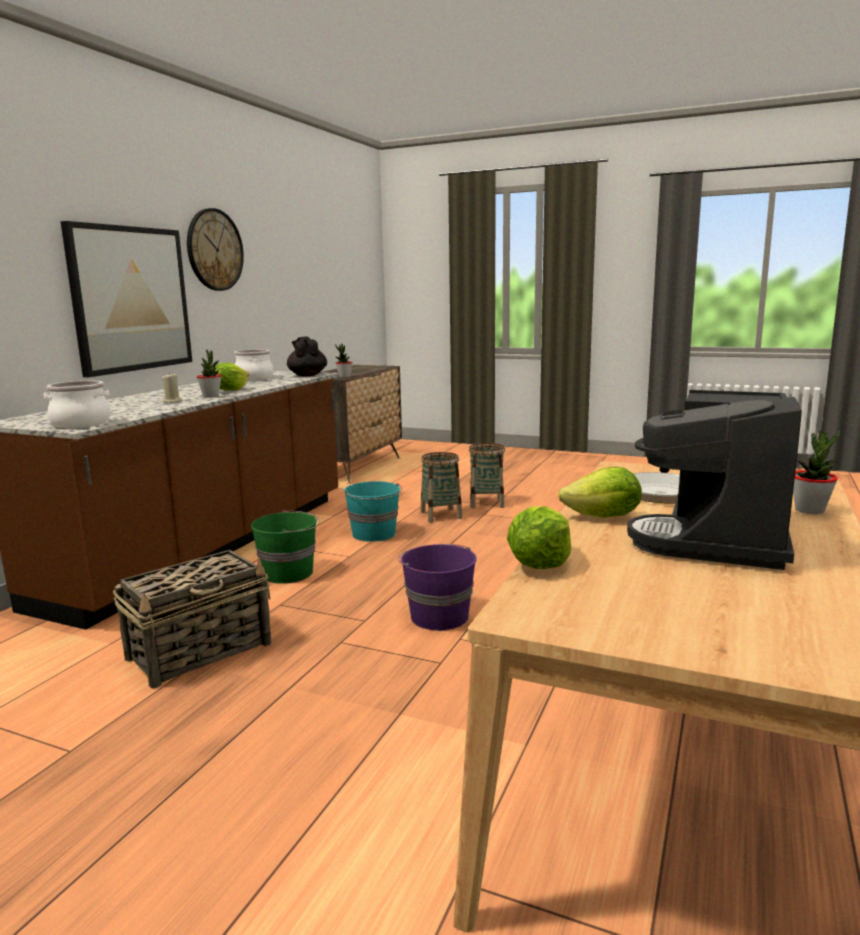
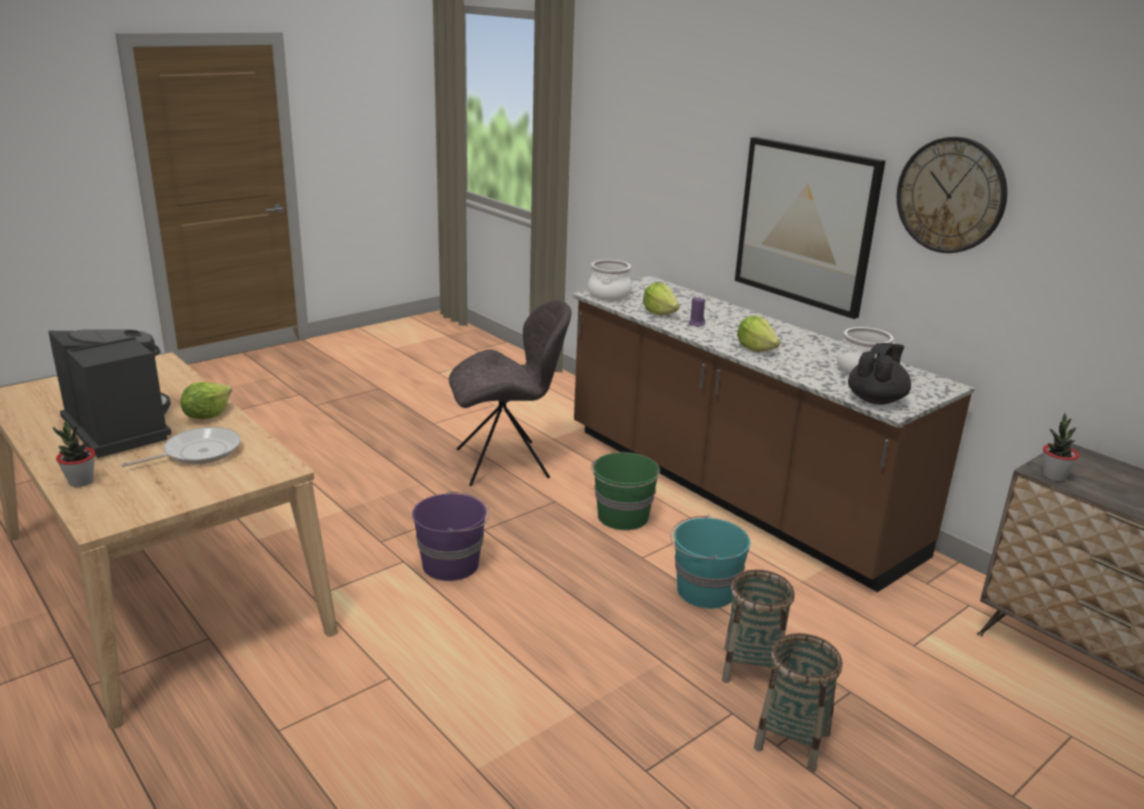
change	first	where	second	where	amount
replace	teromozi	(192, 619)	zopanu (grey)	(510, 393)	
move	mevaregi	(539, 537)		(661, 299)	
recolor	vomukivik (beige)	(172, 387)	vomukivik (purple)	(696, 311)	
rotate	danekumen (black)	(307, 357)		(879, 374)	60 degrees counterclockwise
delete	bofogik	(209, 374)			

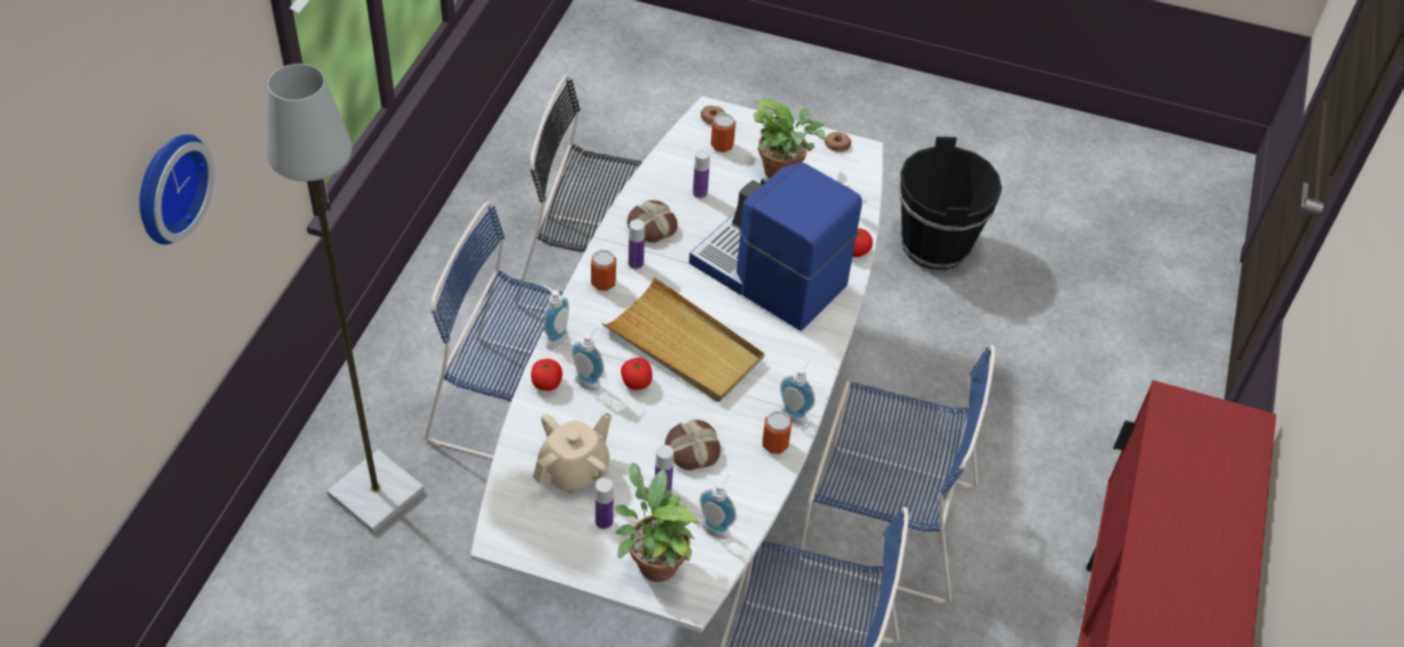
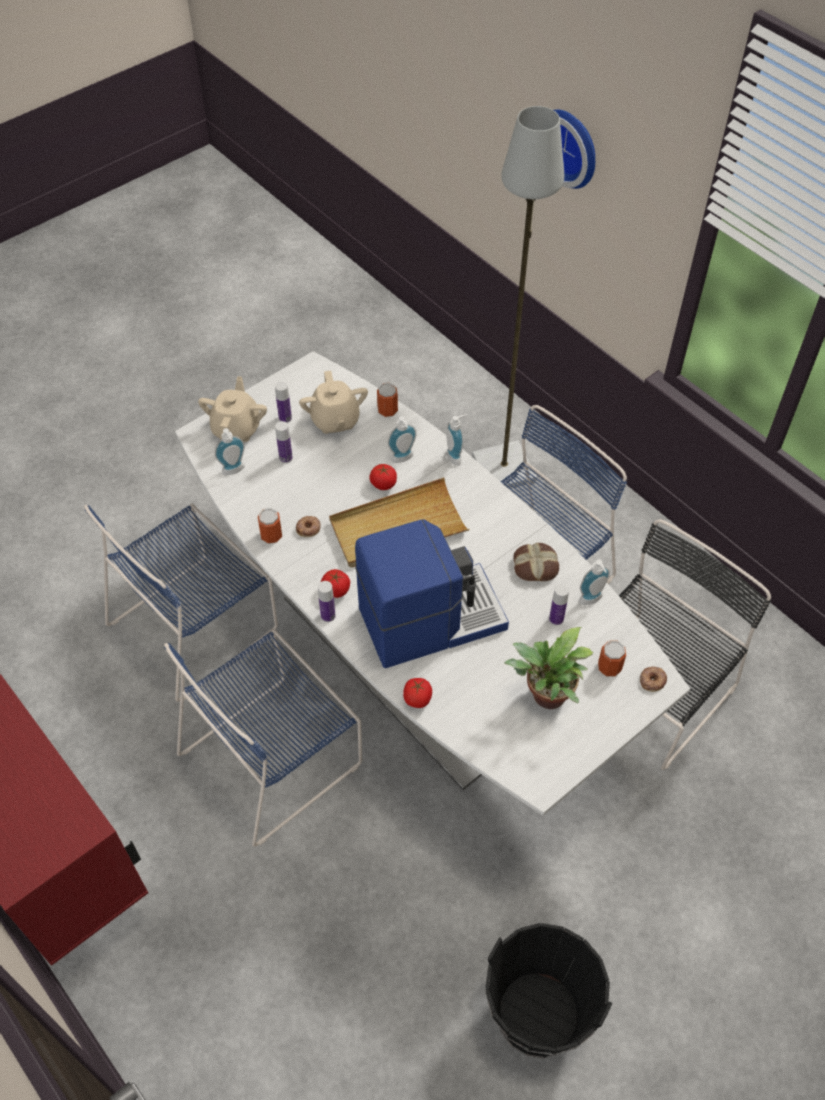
change	first	where	second	where	amount
replace	bofogik	(657, 522)	danekumen (beige)	(232, 409)	
move	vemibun	(837, 142)		(308, 526)	
move	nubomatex	(636, 244)		(326, 601)	
move	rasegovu	(546, 375)		(335, 583)	
move	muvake	(603, 270)		(387, 400)	
move	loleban	(797, 392)		(594, 582)	
delete	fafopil	(692, 445)			

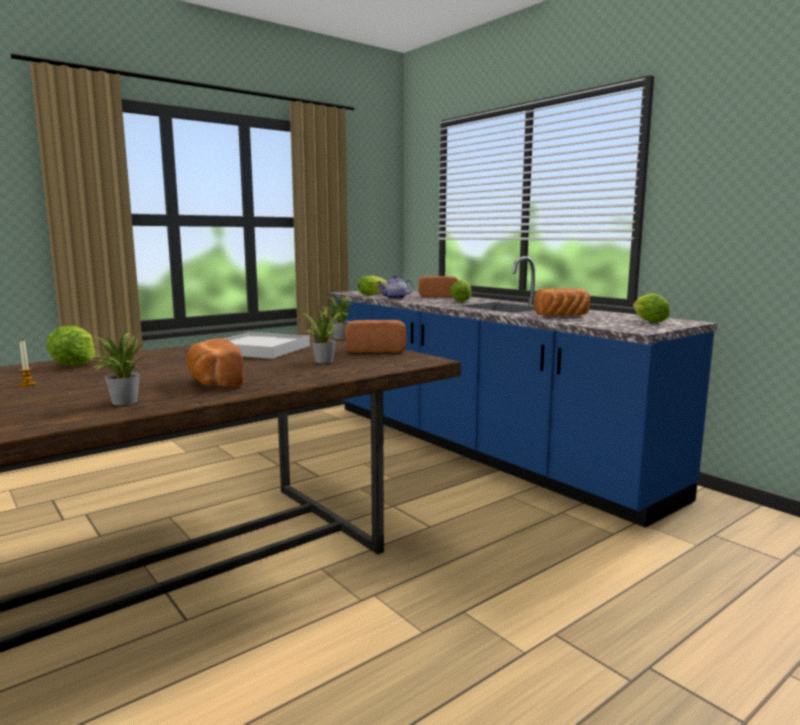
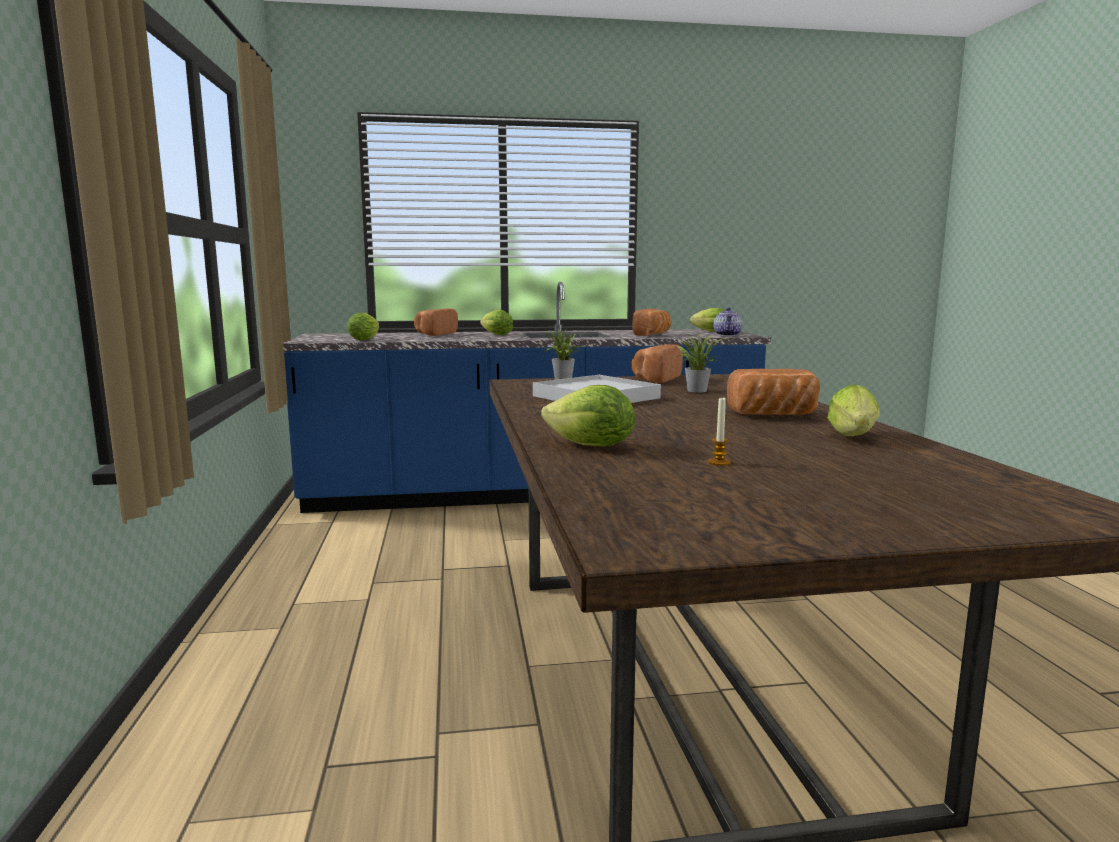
change	first	where	second	where	amount
move	danekumen	(395, 287)		(728, 321)	
replace	bofogik	(116, 369)	mevaregi	(853, 410)	

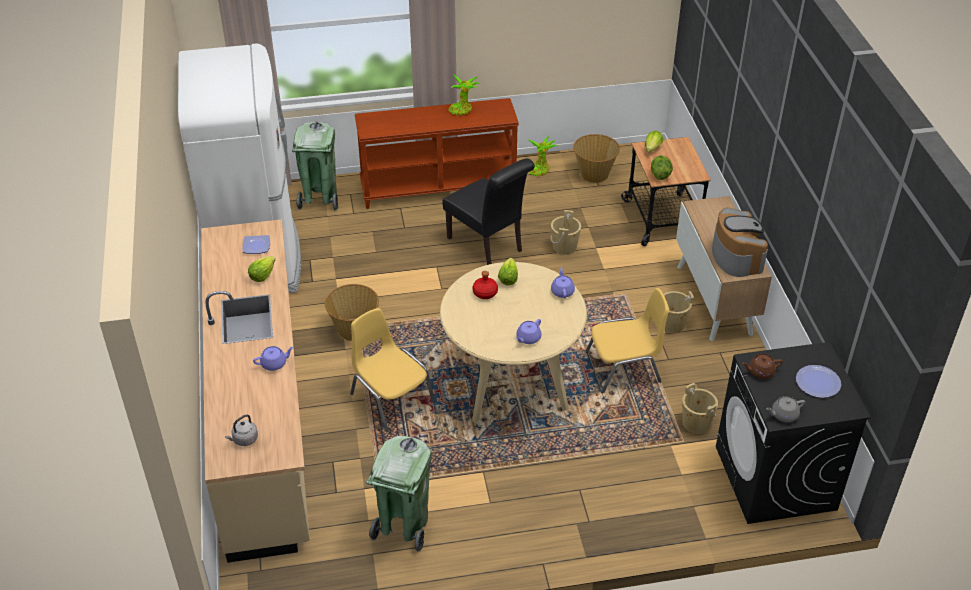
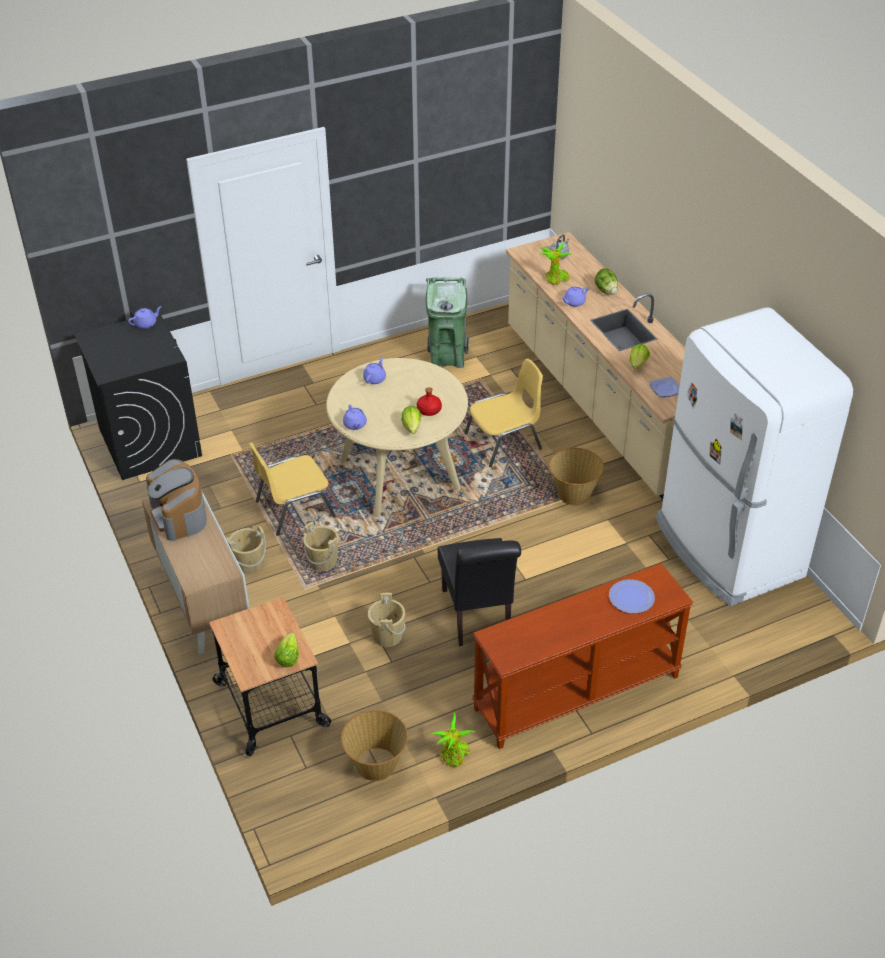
change	first	where	second	where	amount
recolor	danekumen (grey)	(786, 409)	danekumen (purple)	(144, 317)	
move	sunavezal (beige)	(700, 408)		(321, 546)	
rotate	zopanu (black)	(488, 211)		(479, 592)	135 degrees counterclockwise
rotate	zopanu (yellow)	(392, 369)		(503, 413)	60 degrees counterclockwise
move	bofogik	(464, 95)		(555, 263)	
move	mevaregi	(662, 167)		(606, 281)	
move	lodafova	(818, 381)		(632, 596)	
delete	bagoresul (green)	(315, 166)			
delete	danekumen (brown)	(762, 366)			

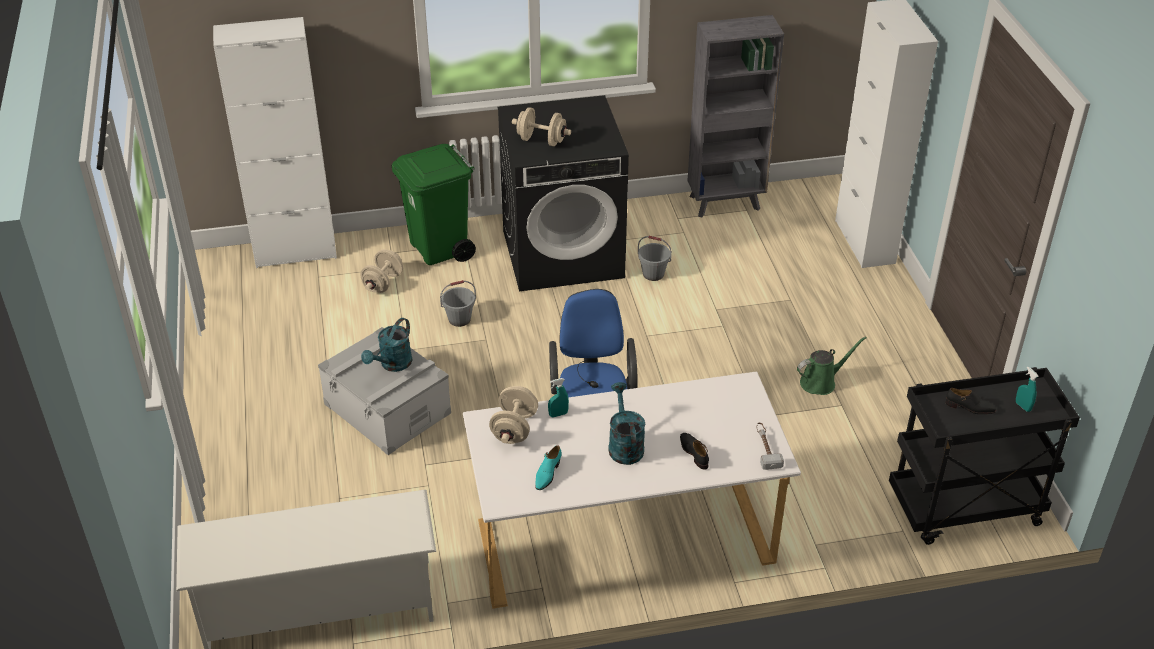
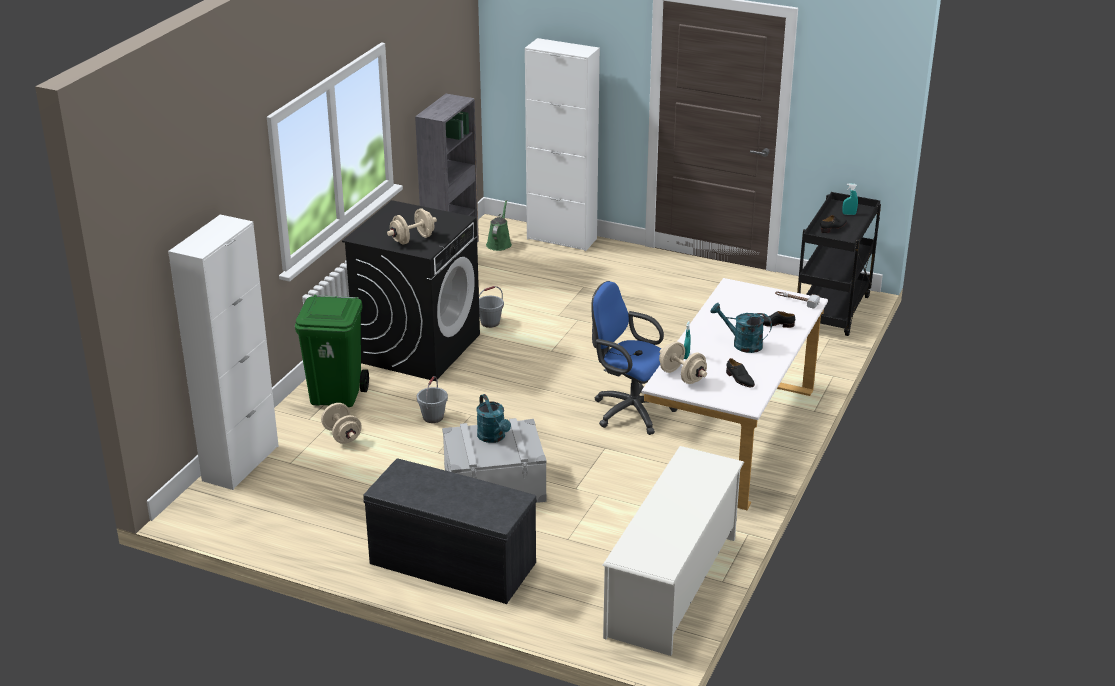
change	first	where	second	where	amount
insert			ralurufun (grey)	(450, 531)	
move	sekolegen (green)	(831, 365)		(499, 225)	
recolor	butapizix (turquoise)	(548, 467)	butapizix (black)	(740, 372)	

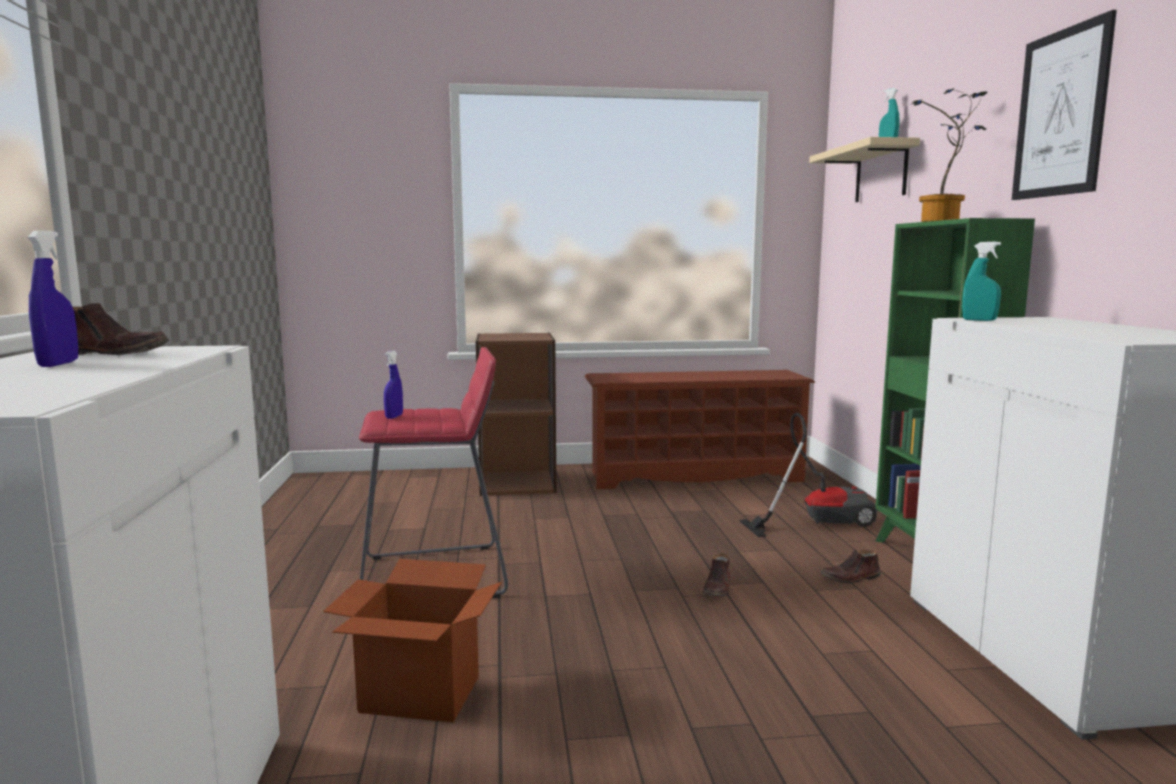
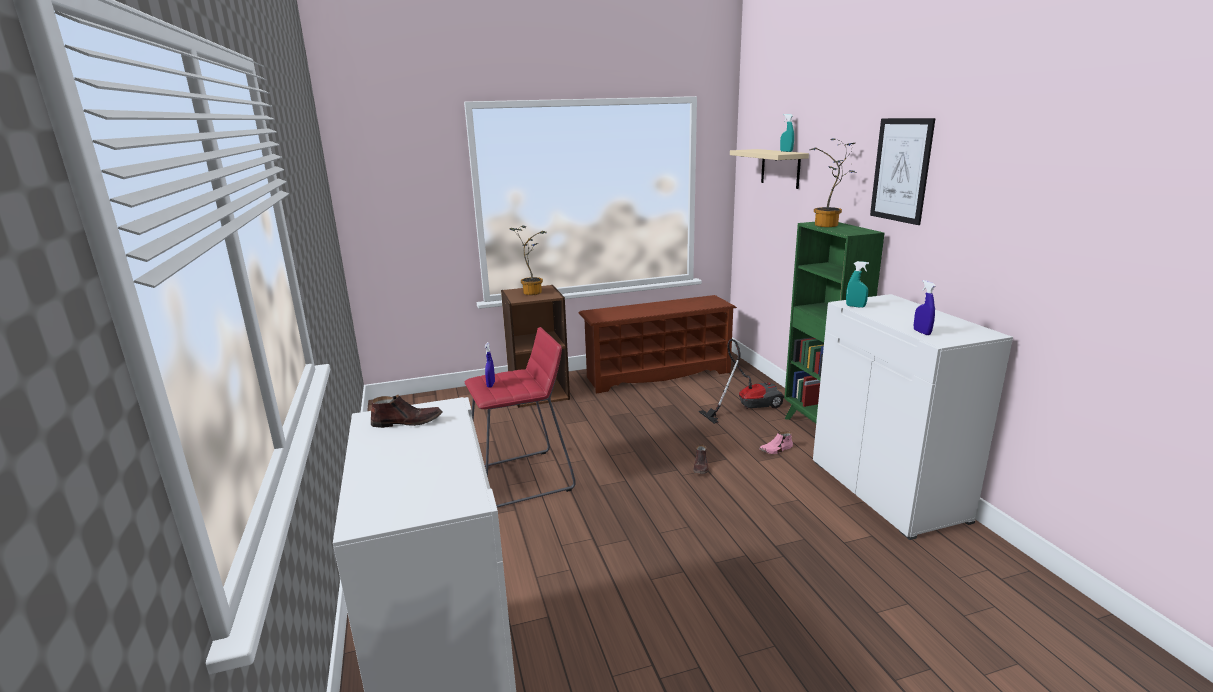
change	first	where	second	where	amount
insert			bofogik	(528, 260)	
recolor	butapizix (brown)	(850, 566)	butapizix (pink)	(776, 443)	
move	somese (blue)	(53, 299)		(925, 307)	
delete	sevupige	(412, 640)			

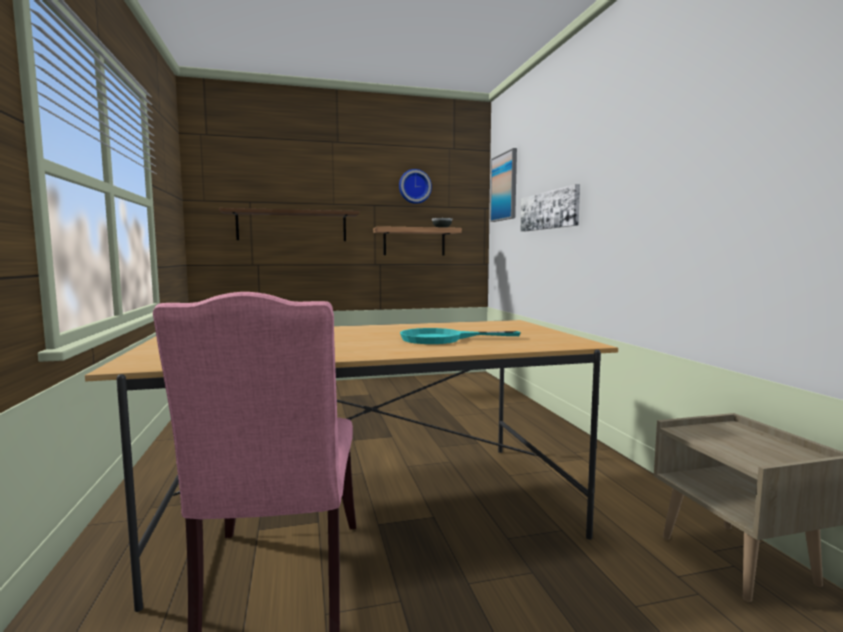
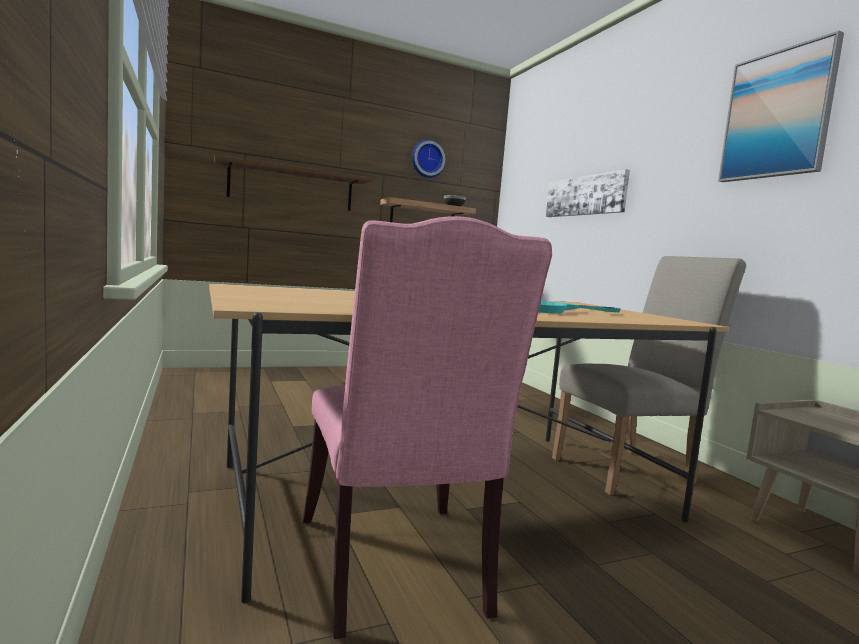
change	first	where	second	where	amount
insert			zopanu (beige)	(649, 375)	
move	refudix	(503, 185)		(781, 106)	

